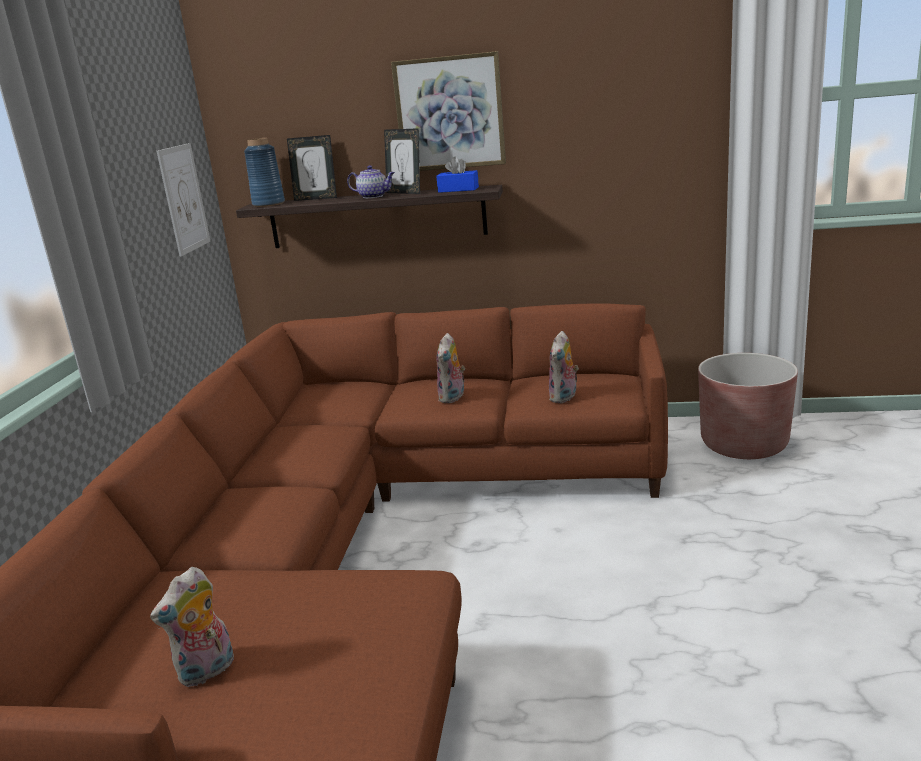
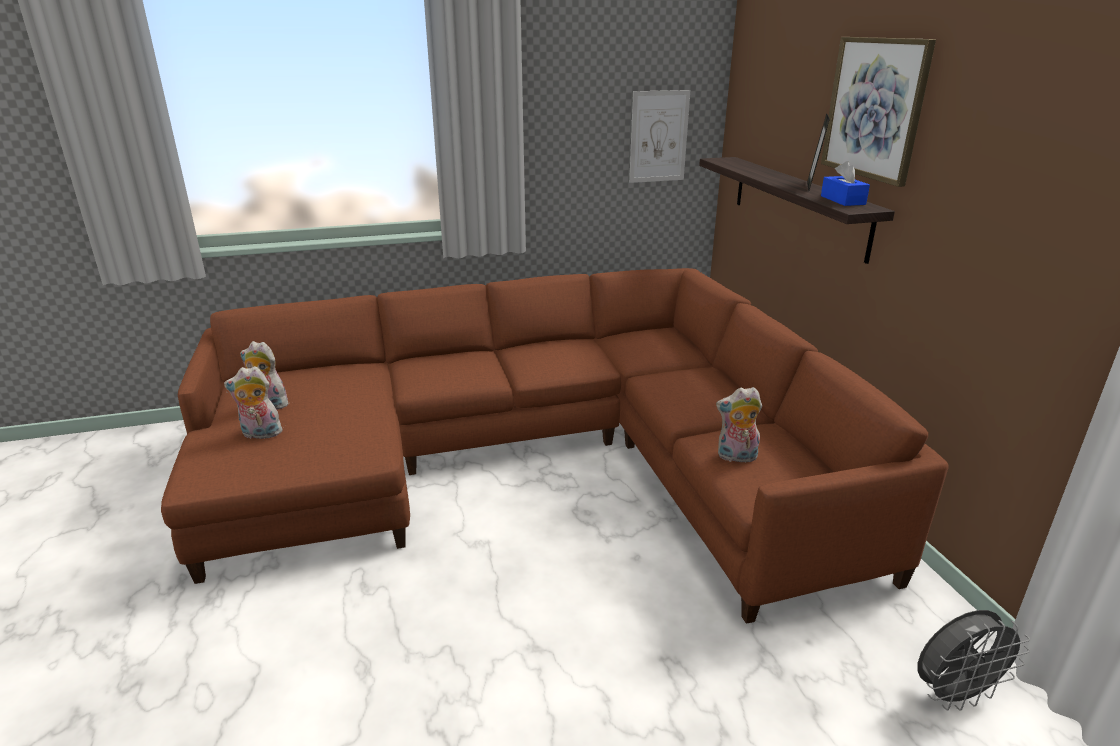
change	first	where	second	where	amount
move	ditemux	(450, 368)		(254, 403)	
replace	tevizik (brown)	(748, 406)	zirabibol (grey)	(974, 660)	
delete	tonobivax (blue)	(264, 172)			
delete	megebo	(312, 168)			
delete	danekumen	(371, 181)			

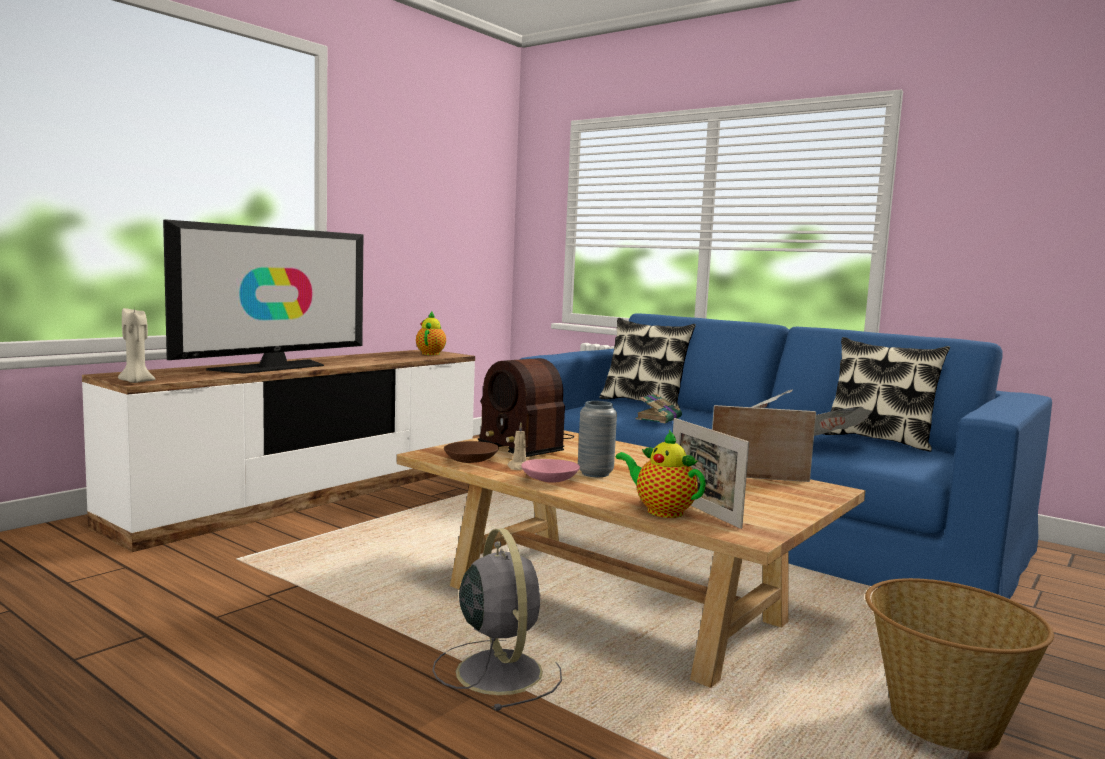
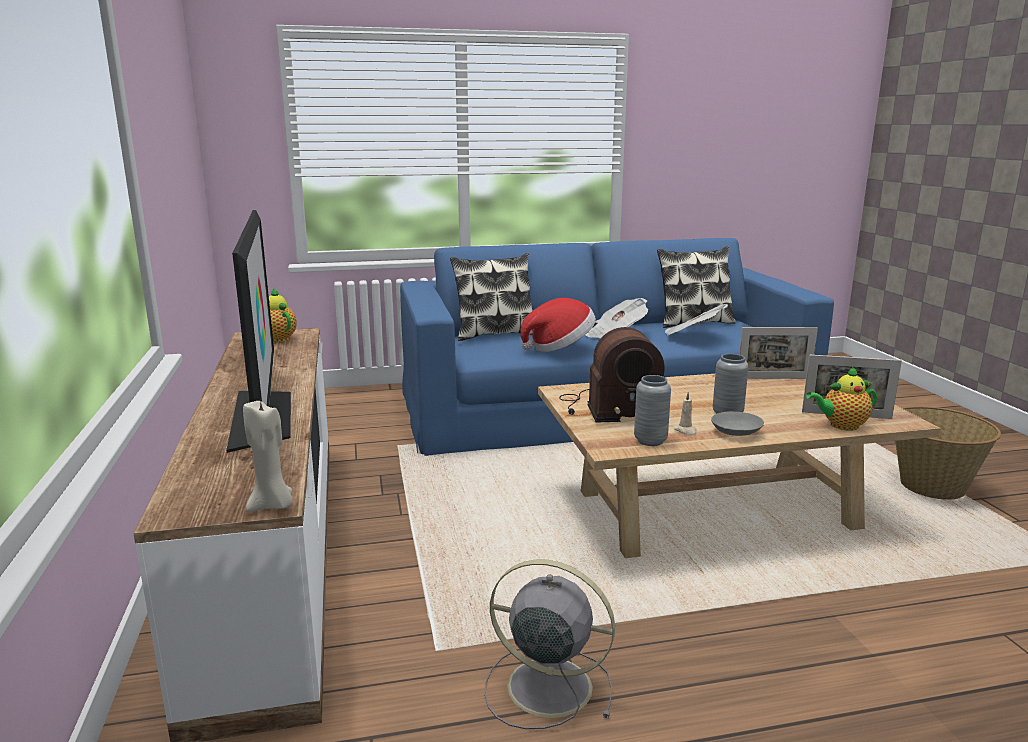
change	first	where	second	where	amount
move	zirabibol (grey)	(497, 619)		(549, 644)	
replace	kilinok	(659, 408)	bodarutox	(558, 325)	
replace	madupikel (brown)	(471, 452)	tonobivax (grey)	(652, 410)	
recolor	madupikel (pink)	(550, 471)	madupikel (grey)	(737, 423)	
rotate	megebo	(764, 443)		(778, 353)	135 degrees counterclockwise

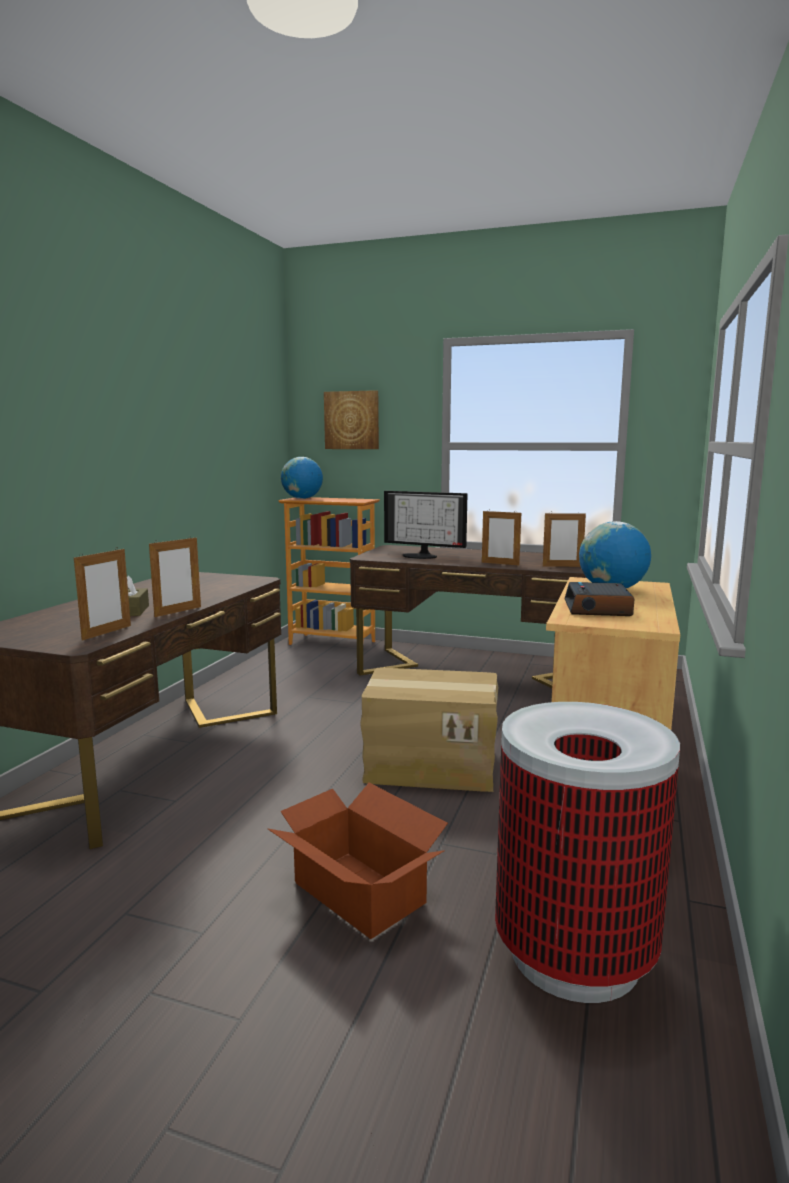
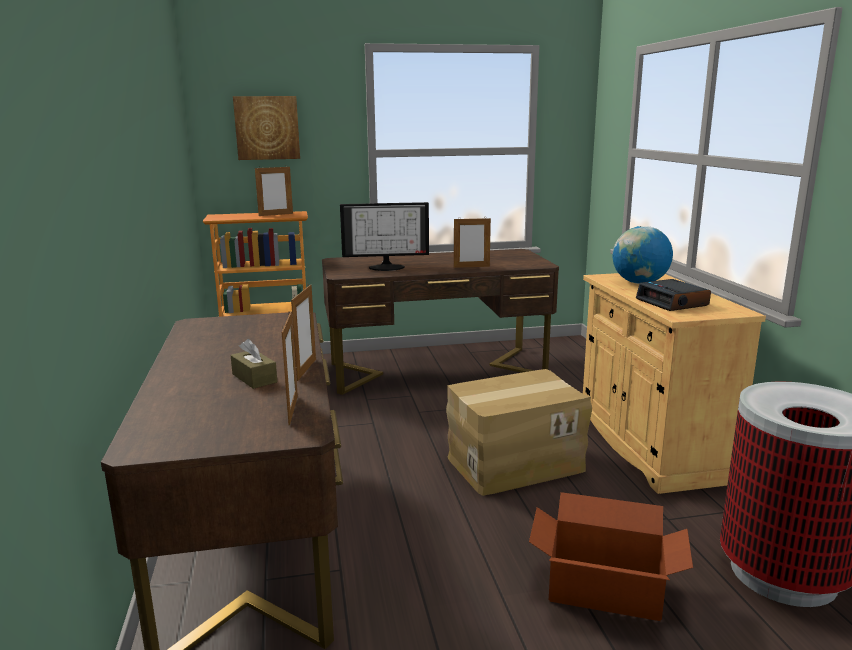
change	first	where	second	where	amount
move	megebo	(564, 540)		(274, 191)	
delete	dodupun	(302, 478)			

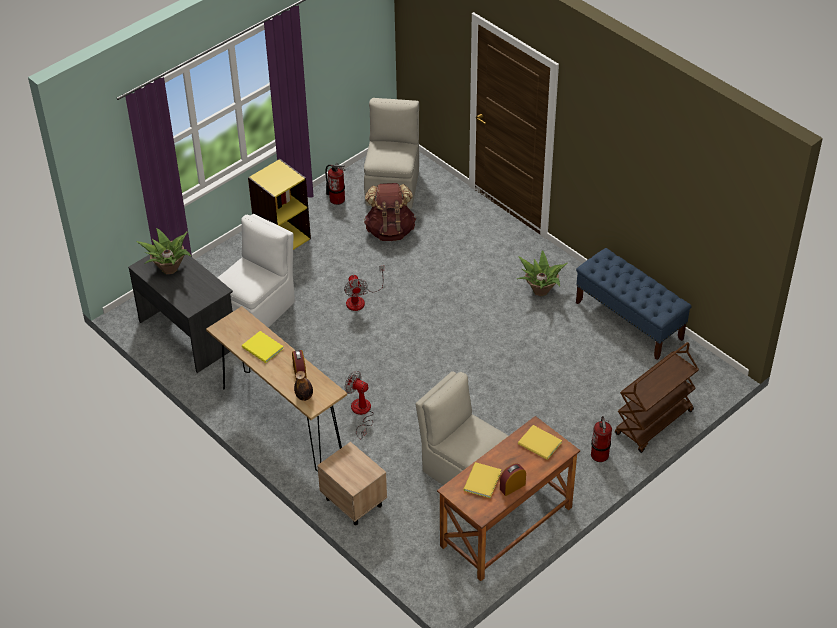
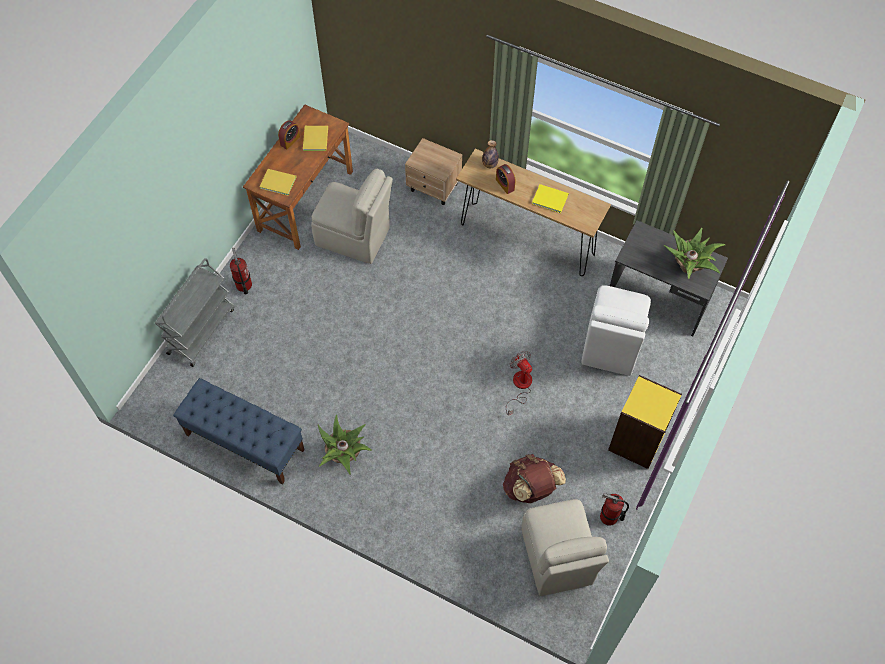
change	first	where	second	where	amount
recolor	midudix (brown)	(657, 397)	midudix (grey)	(194, 312)	
delete	zirabibol	(359, 405)			

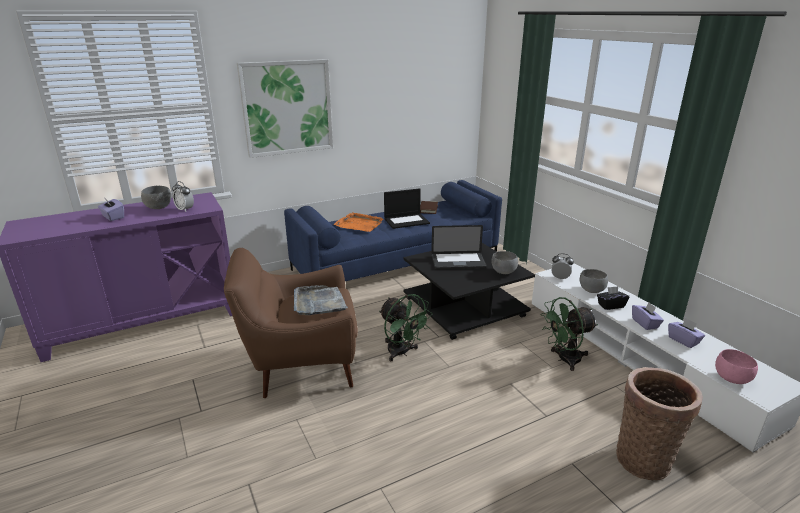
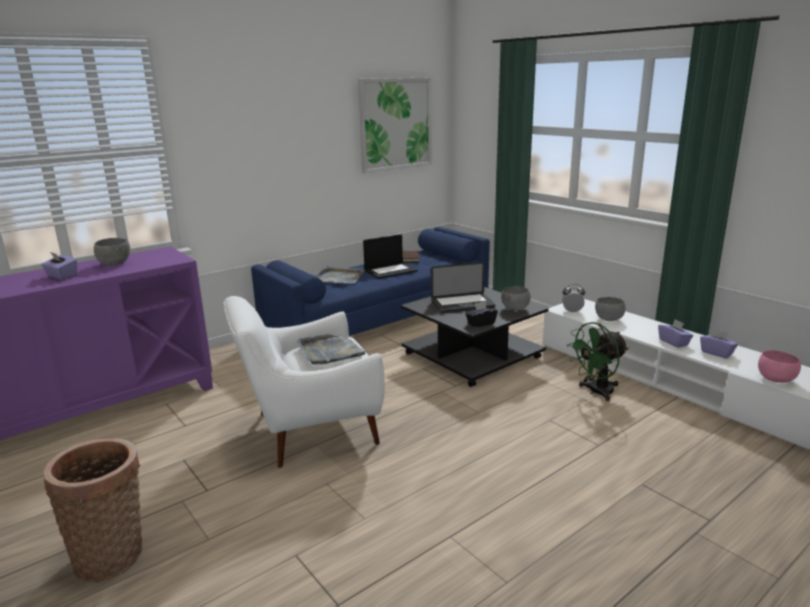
change	first	where	second	where	amount
move	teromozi	(659, 423)		(93, 510)	
recolor	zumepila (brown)	(291, 323)	zumepila (white)	(304, 382)	
recolor	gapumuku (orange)	(358, 222)	gapumuku (grey)	(339, 275)	
move	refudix	(285, 108)		(395, 125)	
move	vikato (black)	(613, 298)		(481, 314)	
delete	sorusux	(183, 196)			
delete	zirabibol (green)	(406, 327)			

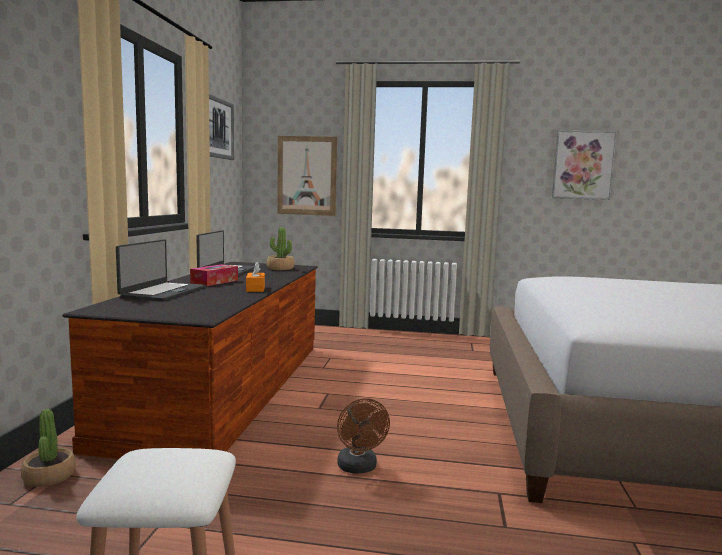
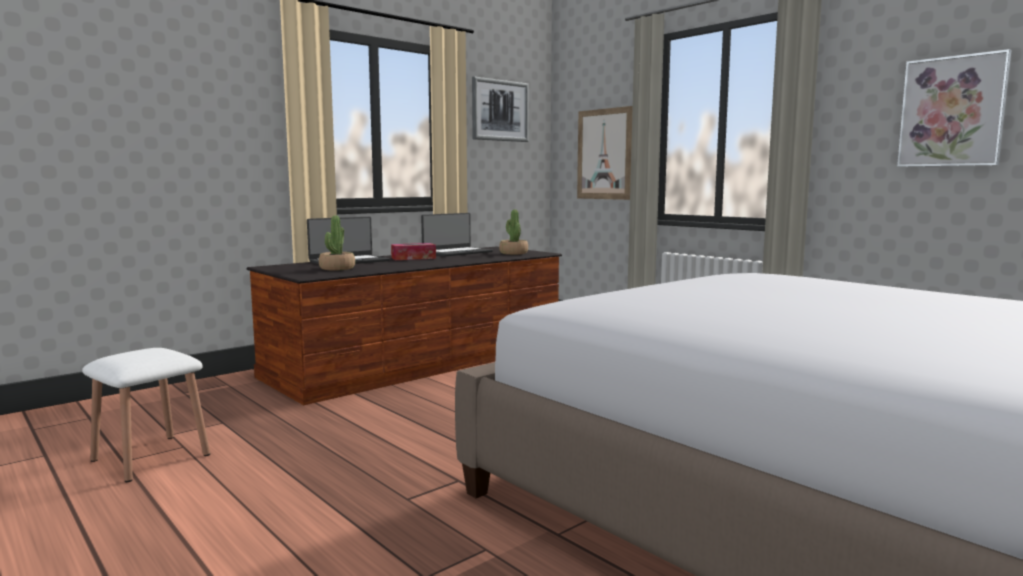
change	first	where	second	where	amount
move	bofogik	(48, 448)		(337, 243)	
delete	vikato (orange)	(255, 277)			
delete	zirabibol (brown)	(363, 436)			

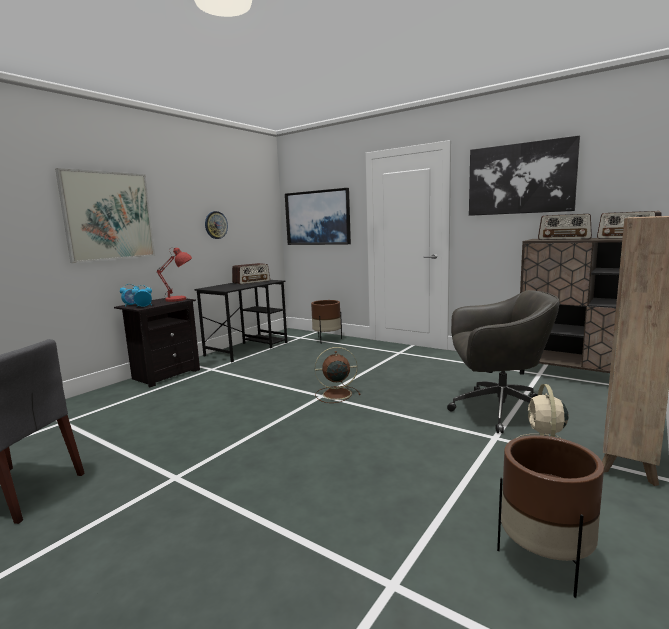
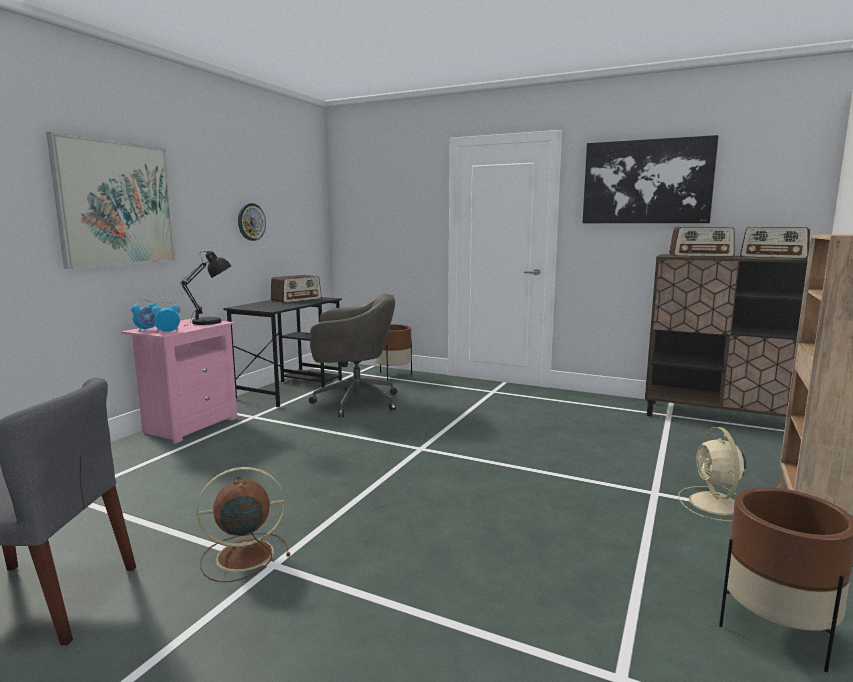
change	first	where	second	where	amount
recolor	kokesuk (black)	(157, 343)	kokesuk (pink)	(179, 381)	
recolor	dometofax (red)	(174, 275)	dometofax (black)	(205, 288)	
move	zirabibol (brown)	(338, 375)		(243, 524)	
move	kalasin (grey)	(503, 361)		(353, 355)	
delete	refudix	(318, 216)			

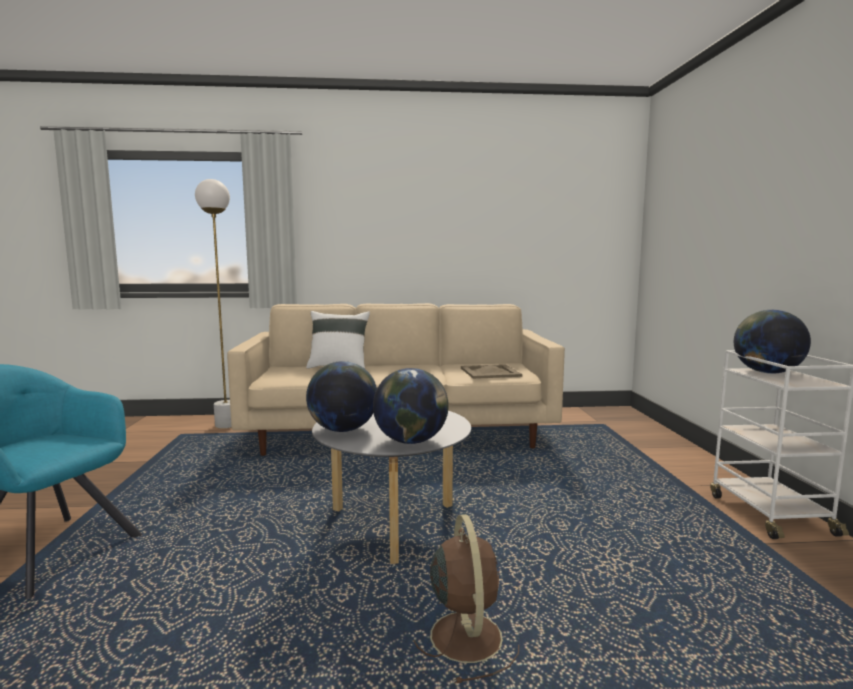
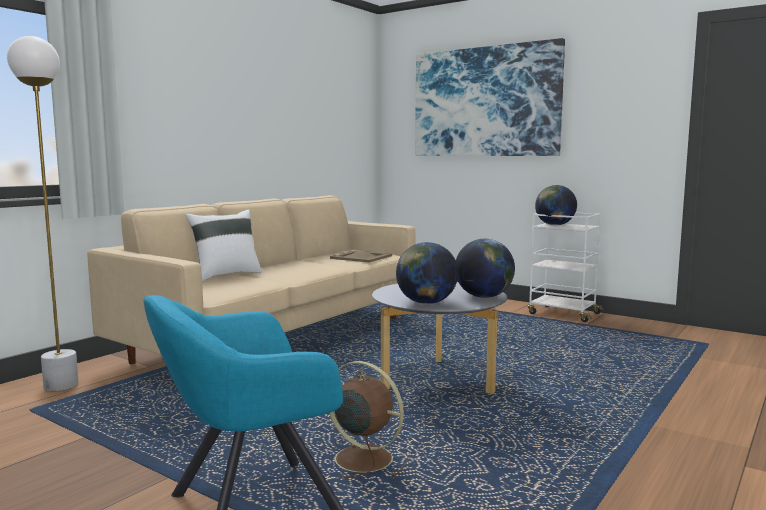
change	first	where	second	where	amount
move	zirabibol (brown)	(466, 598)		(364, 419)	
insert			refudix	(490, 97)	

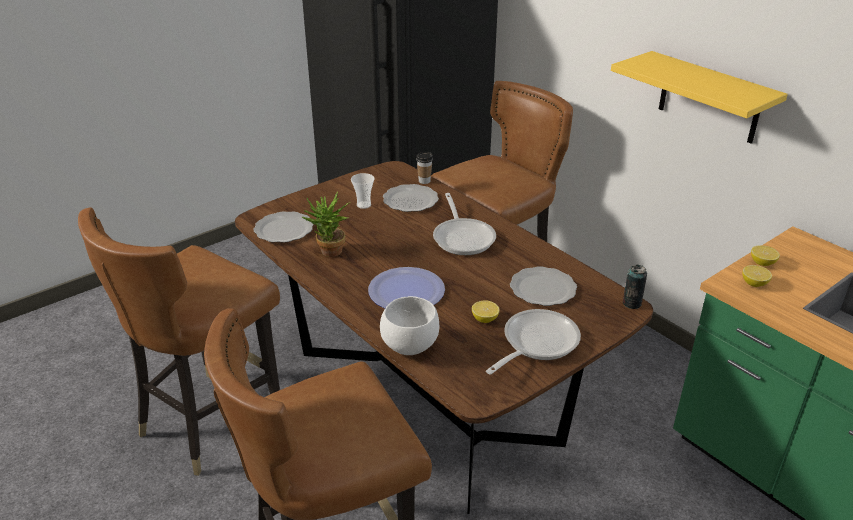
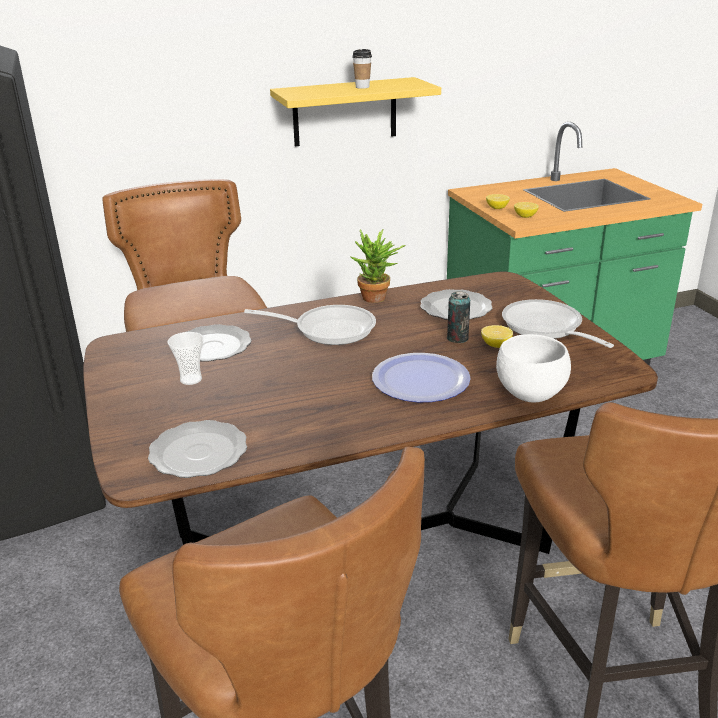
change	first	where	second	where	amount
move	bofogik	(325, 224)		(378, 266)	
move	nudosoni	(424, 168)		(362, 69)	
move	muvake	(635, 287)		(458, 317)	

